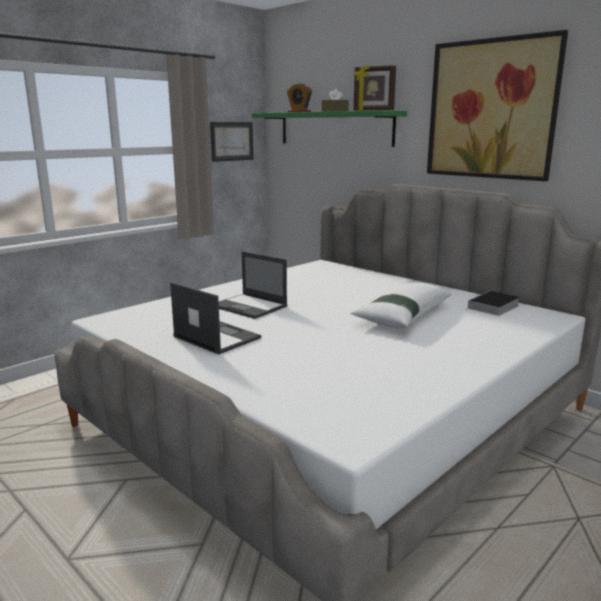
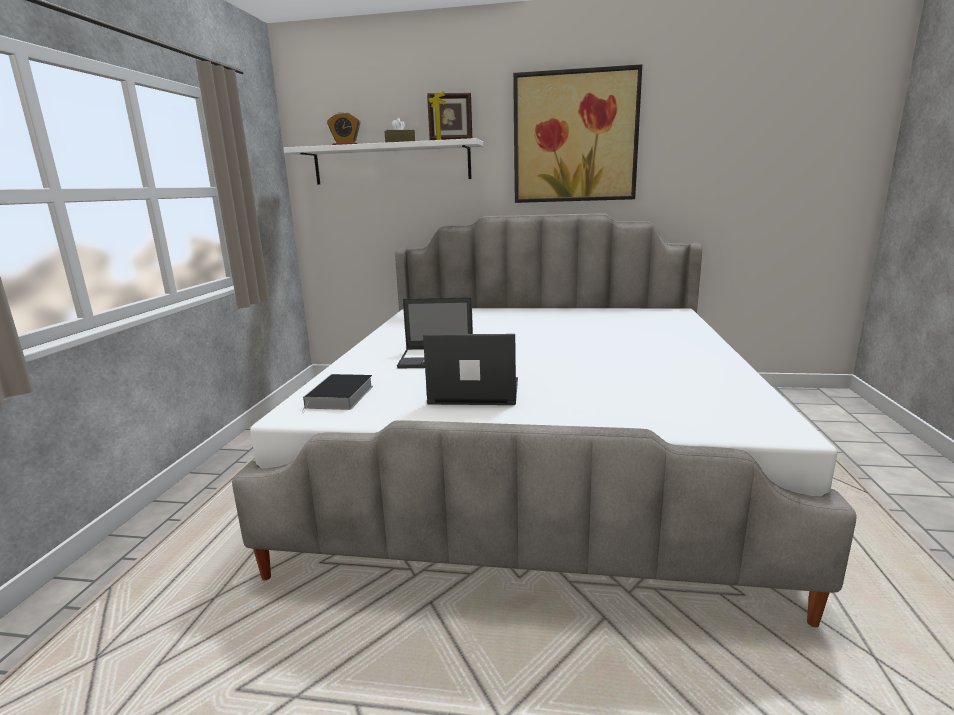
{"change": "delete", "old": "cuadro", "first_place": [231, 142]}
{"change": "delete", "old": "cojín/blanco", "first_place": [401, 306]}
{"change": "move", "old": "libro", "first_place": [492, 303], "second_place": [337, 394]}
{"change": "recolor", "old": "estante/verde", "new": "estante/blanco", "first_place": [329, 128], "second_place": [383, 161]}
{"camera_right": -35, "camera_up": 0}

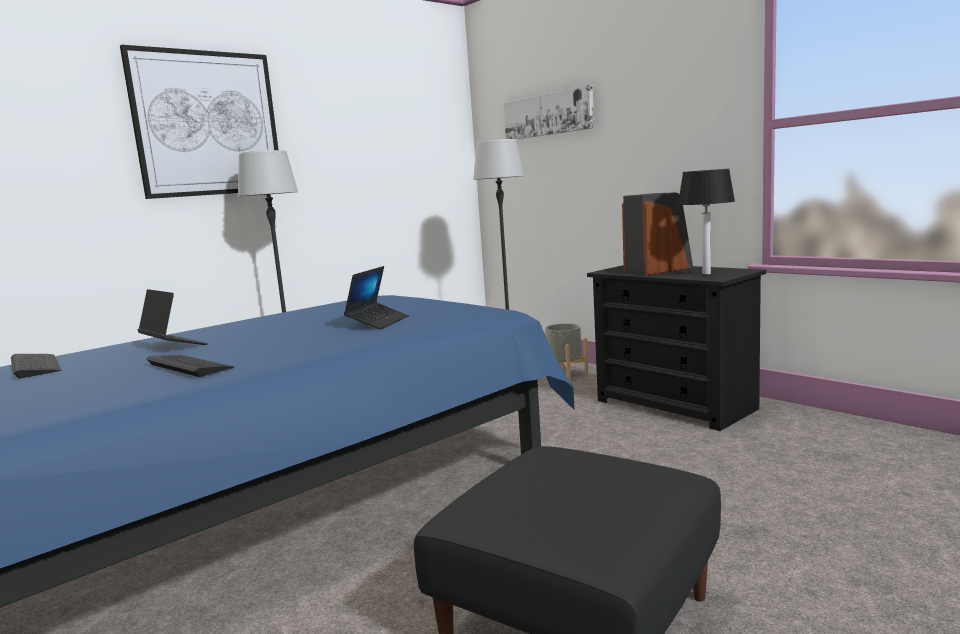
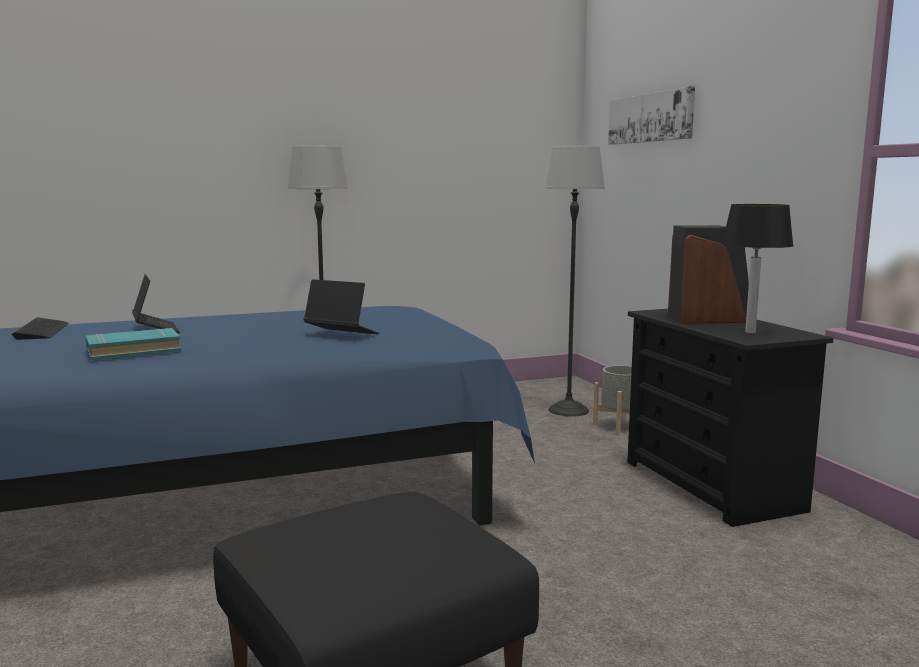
{"change": "delete", "old": "cuadro", "first_place": [199, 122]}
{"change": "replace", "old": "teclado", "new": "libro/turquesa", "first_place": [190, 366], "second_place": [133, 344]}
{"change": "rotate", "old": "portátil", "first_place": [376, 297], "second_place": [341, 306], "degrees": -105}
{"camera_right": 20, "camera_up": 0}

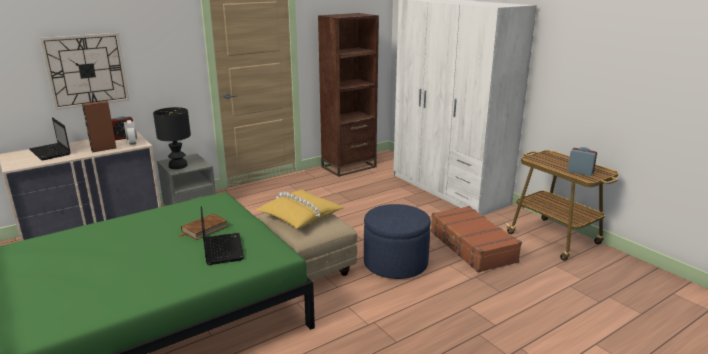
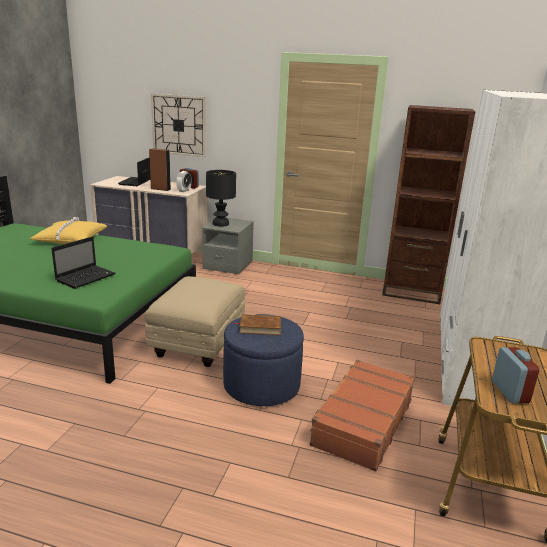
{"change": "move", "old": "libro/marrón", "first_place": [204, 227], "second_place": [257, 324]}
{"change": "move", "old": "cojín/amarillo", "first_place": [300, 209], "second_place": [68, 230]}
{"camera_right": 50, "camera_up": 0}

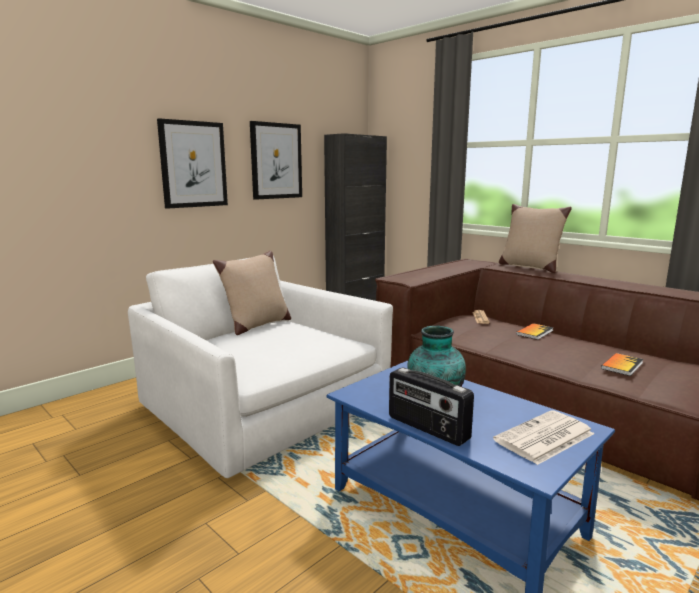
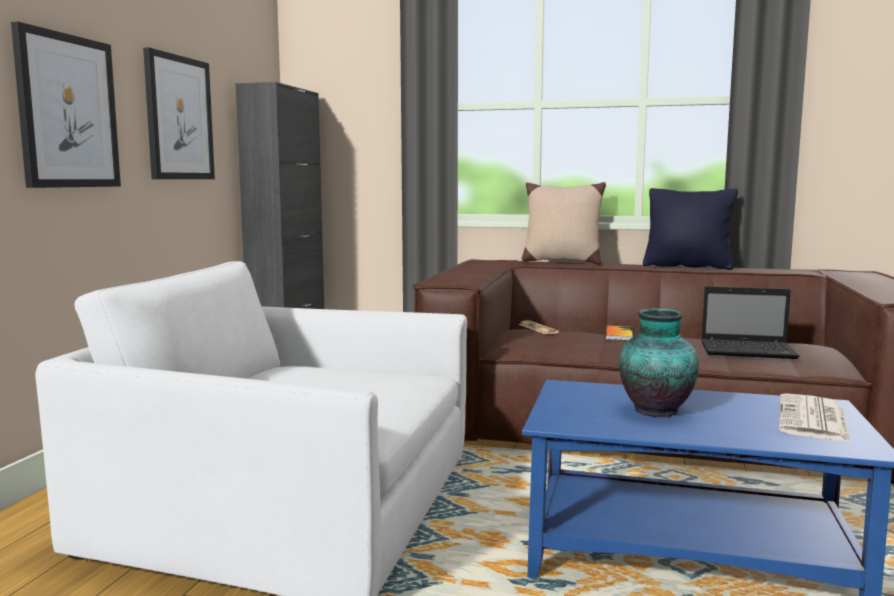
{"change": "delete", "old": "cojín/beis", "first_place": [252, 292]}
{"change": "delete", "old": "radio", "first_place": [431, 407]}
{"change": "insert", "new": "cojín/negro", "second_place": [690, 229]}
{"change": "replace", "old": "libro", "new": "portátil", "first_place": [622, 364], "second_place": [750, 323]}
{"camera_right": -30, "camera_up": -5}

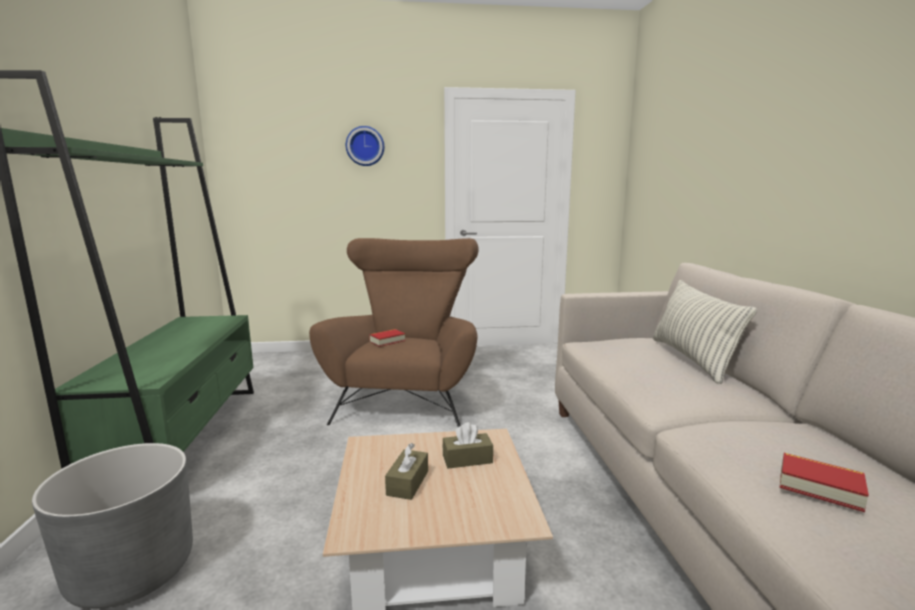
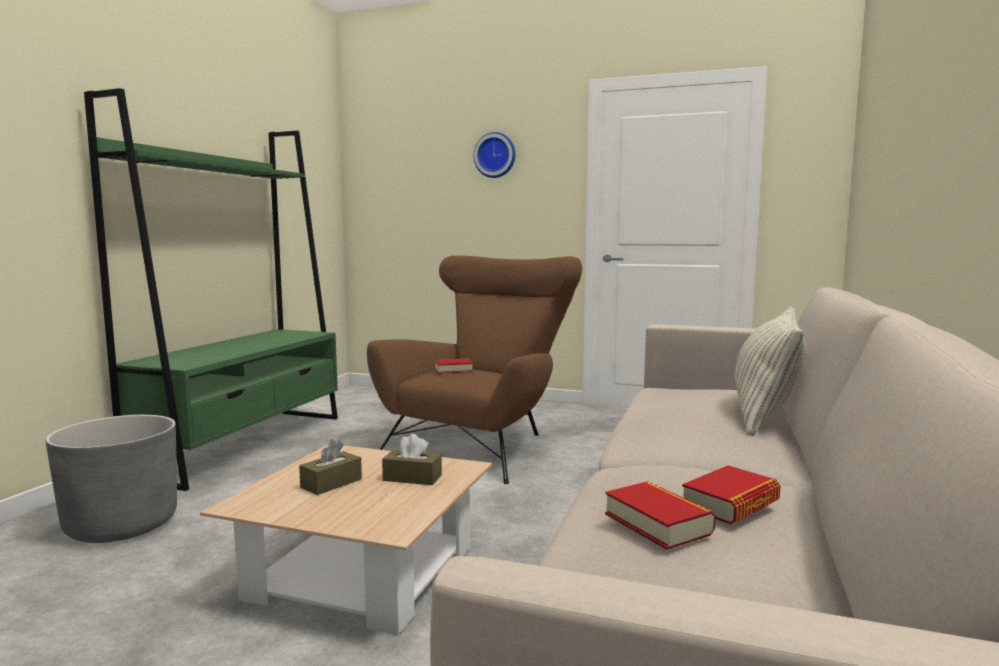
{"change": "insert", "new": "libro", "second_place": [731, 494]}
{"camera_right": 25, "camera_up": -5}

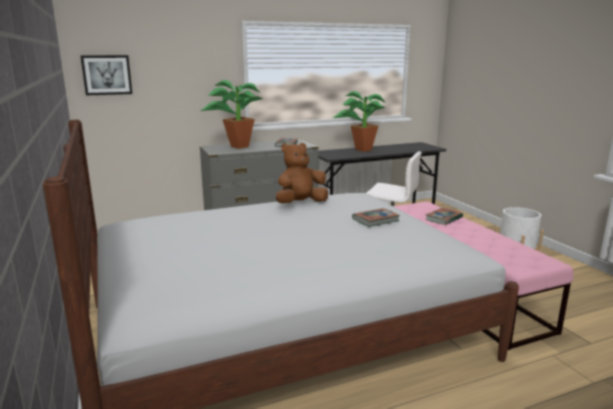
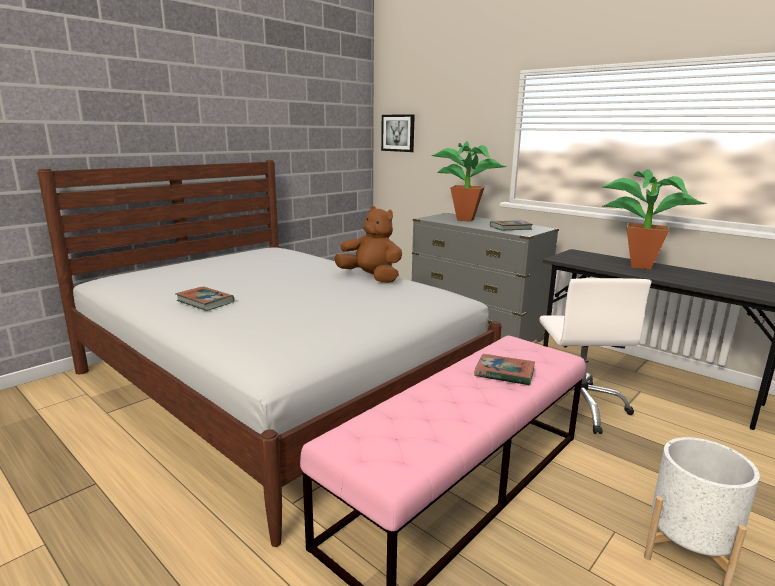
{"change": "move", "old": "libro", "first_place": [376, 217], "second_place": [205, 299]}
{"camera_right": 65, "camera_up": 0}

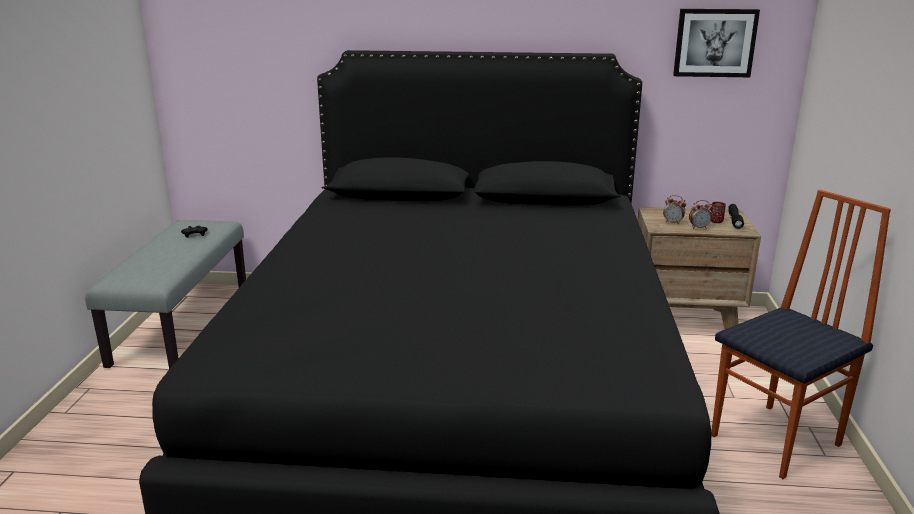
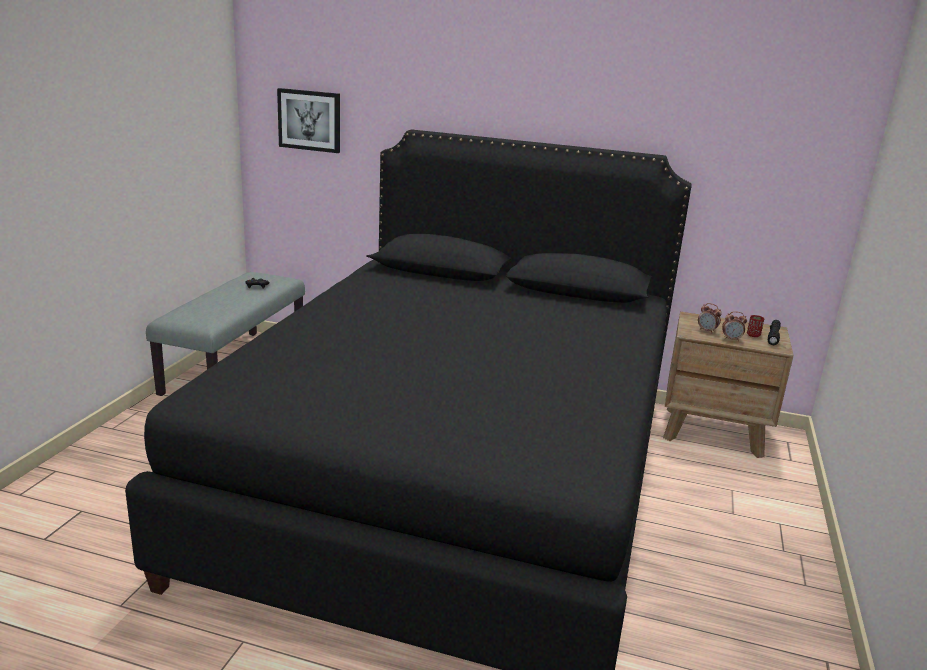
{"change": "delete", "old": "silla", "first_place": [801, 334]}
{"change": "move", "old": "cuadro", "first_place": [716, 43], "second_place": [308, 120]}
{"camera_right": 10, "camera_up": 0}

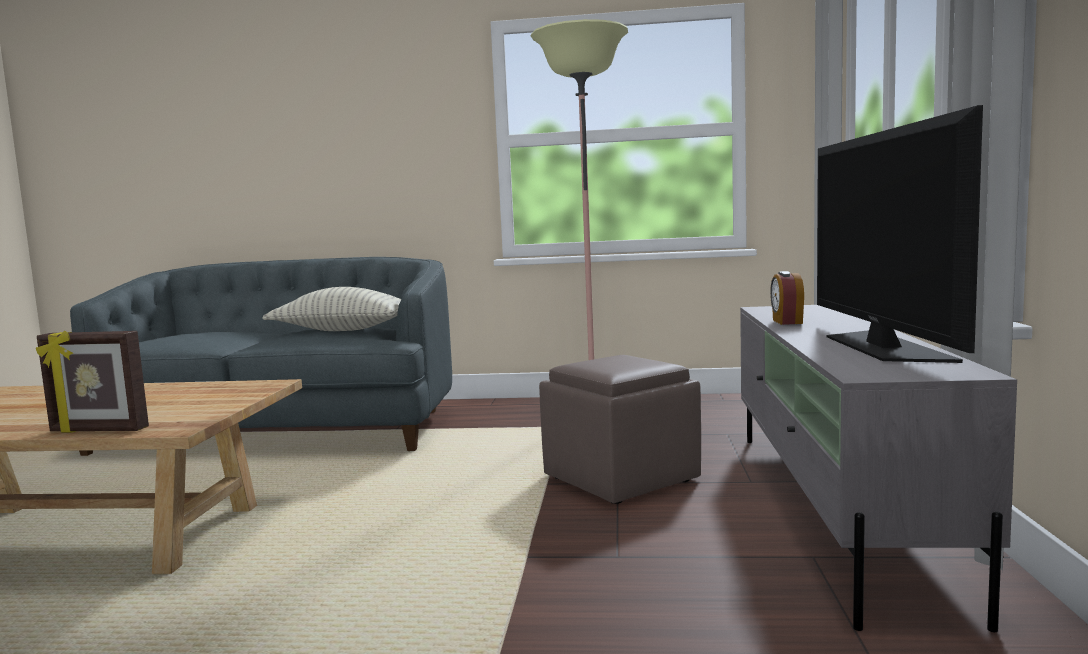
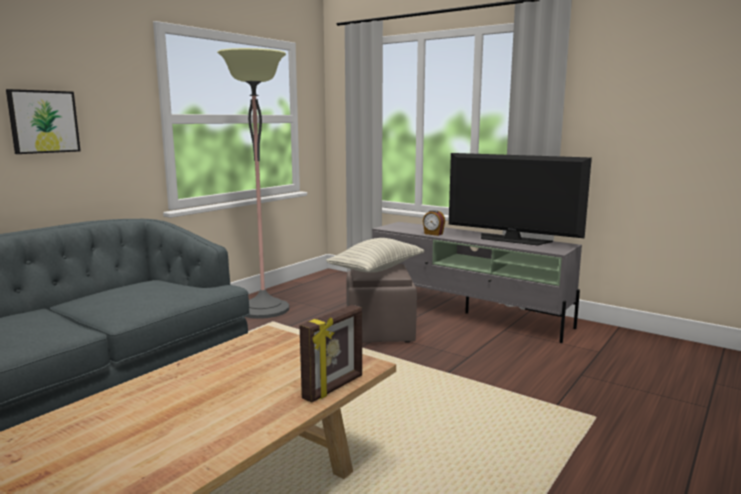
{"change": "insert", "new": "cuadro", "second_place": [43, 121]}
{"change": "move", "old": "cojín", "first_place": [331, 309], "second_place": [375, 255]}
{"camera_right": -60, "camera_up": 5}

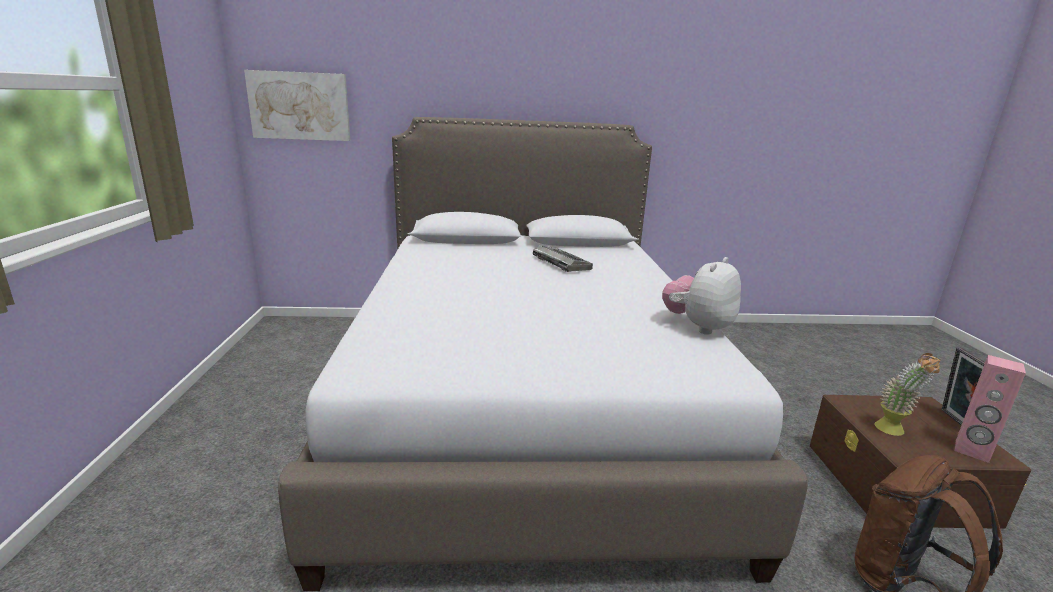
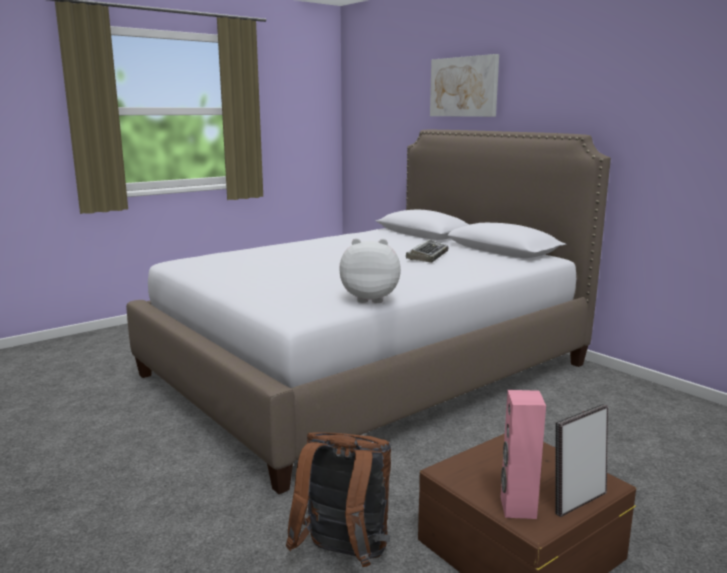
{"change": "delete", "old": "planta en maceta", "first_place": [908, 394]}
{"change": "move", "old": "cuadro", "first_place": [297, 105], "second_place": [464, 85]}
{"camera_right": 55, "camera_up": -5}

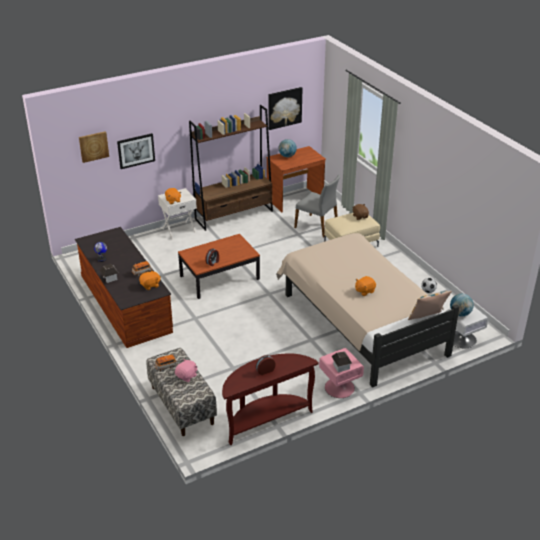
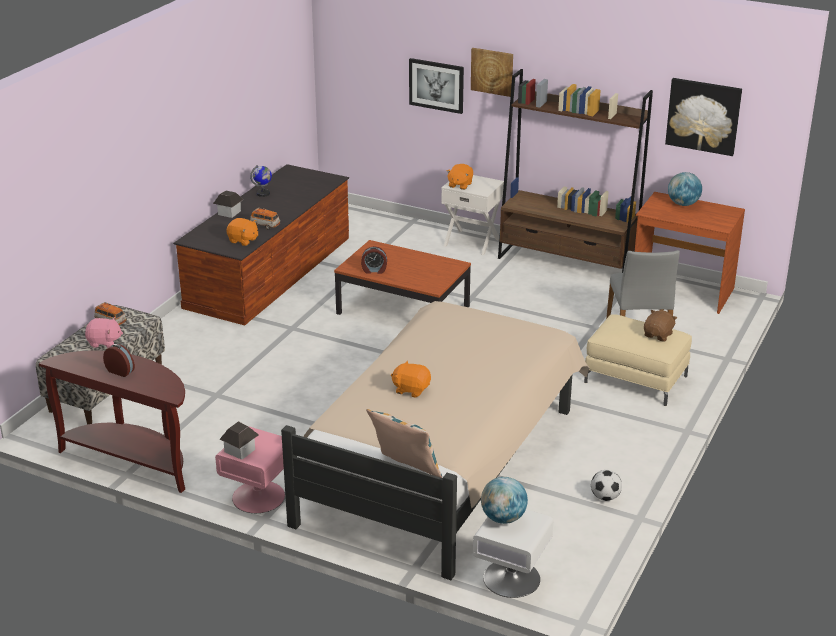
{"change": "move", "old": "cuadro", "first_place": [94, 147], "second_place": [492, 72]}
{"camera_right": 55, "camera_up": -5}

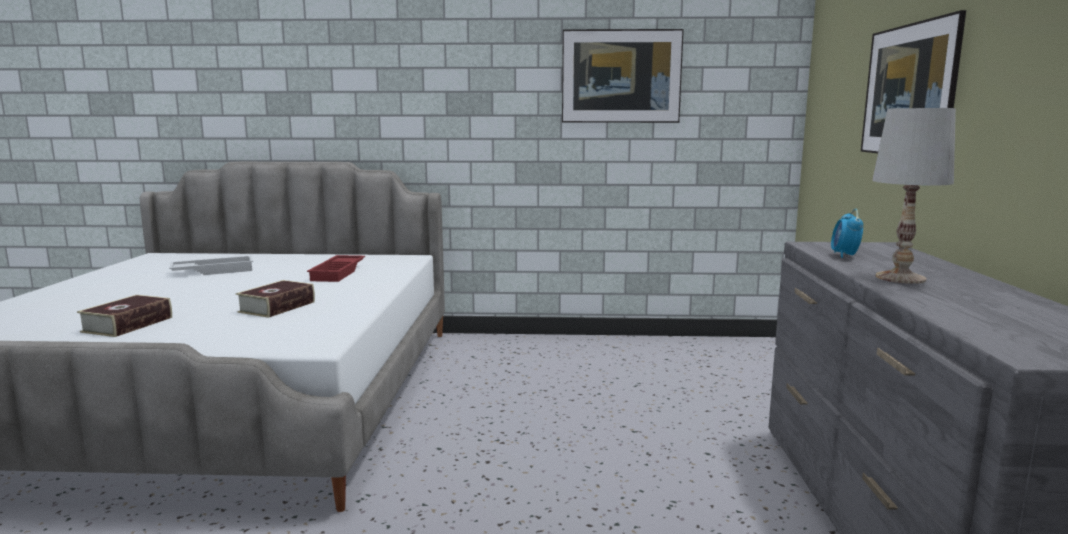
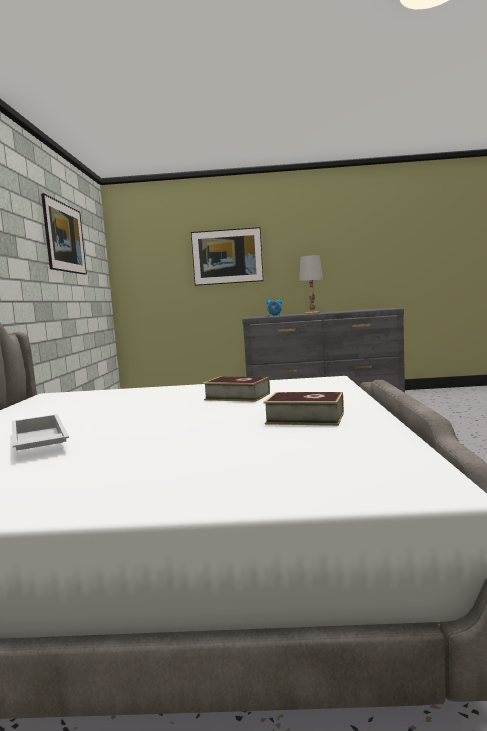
{"change": "delete", "old": "bandeja/rojo", "first_place": [336, 268]}
{"camera_right": -90, "camera_up": -5}

